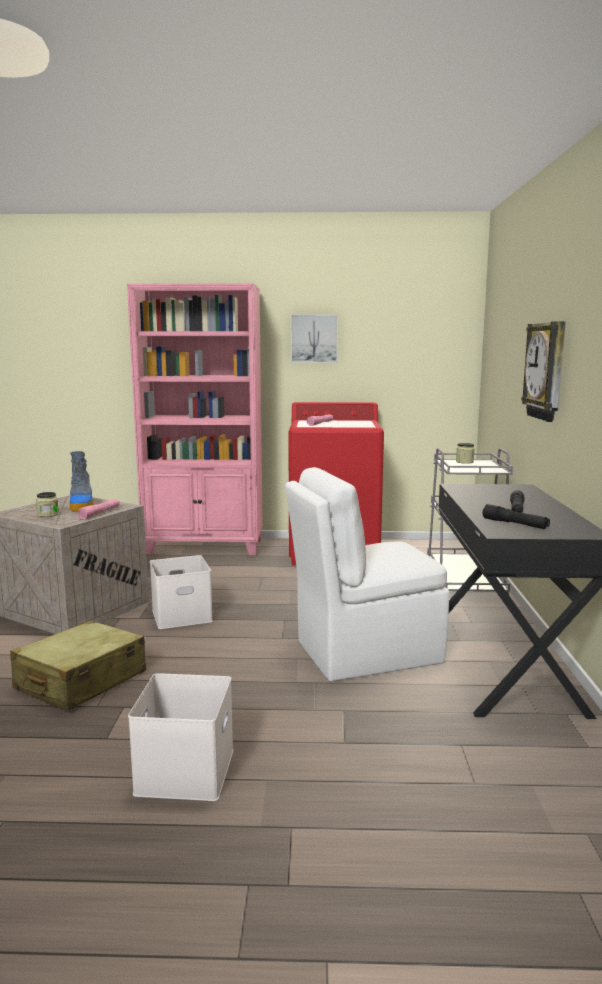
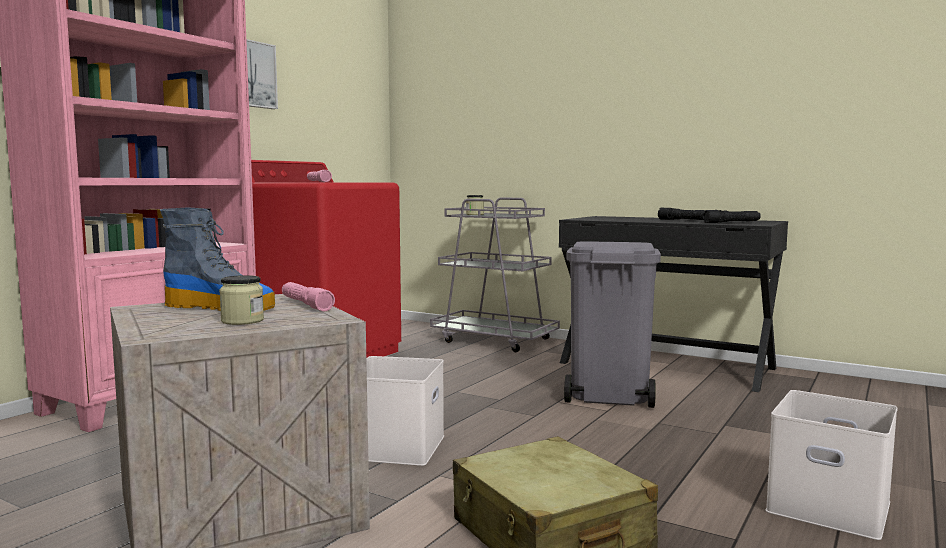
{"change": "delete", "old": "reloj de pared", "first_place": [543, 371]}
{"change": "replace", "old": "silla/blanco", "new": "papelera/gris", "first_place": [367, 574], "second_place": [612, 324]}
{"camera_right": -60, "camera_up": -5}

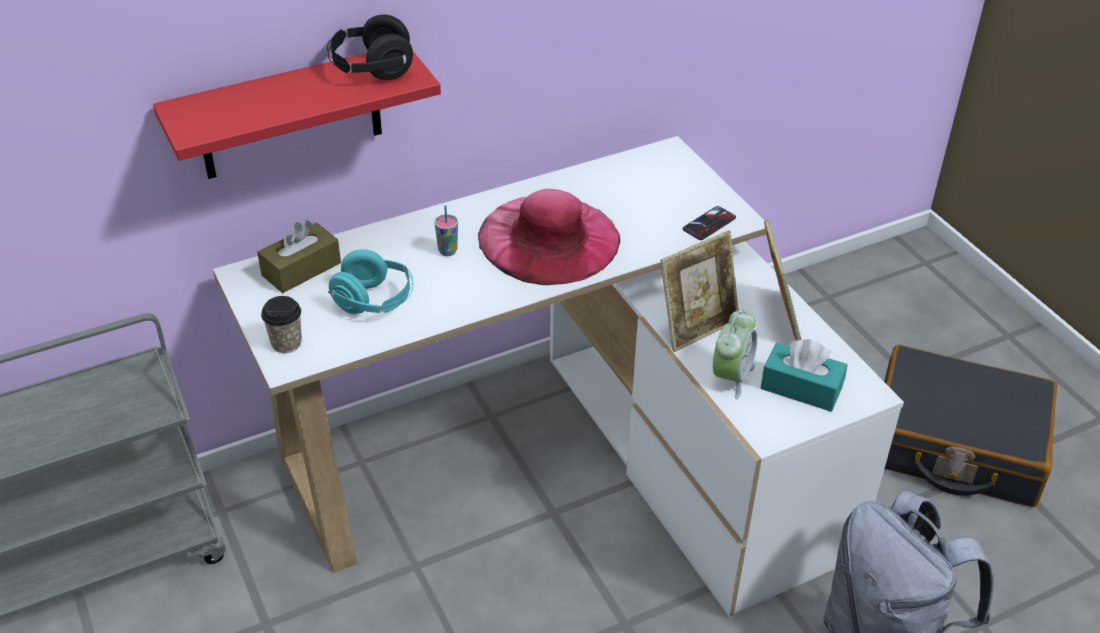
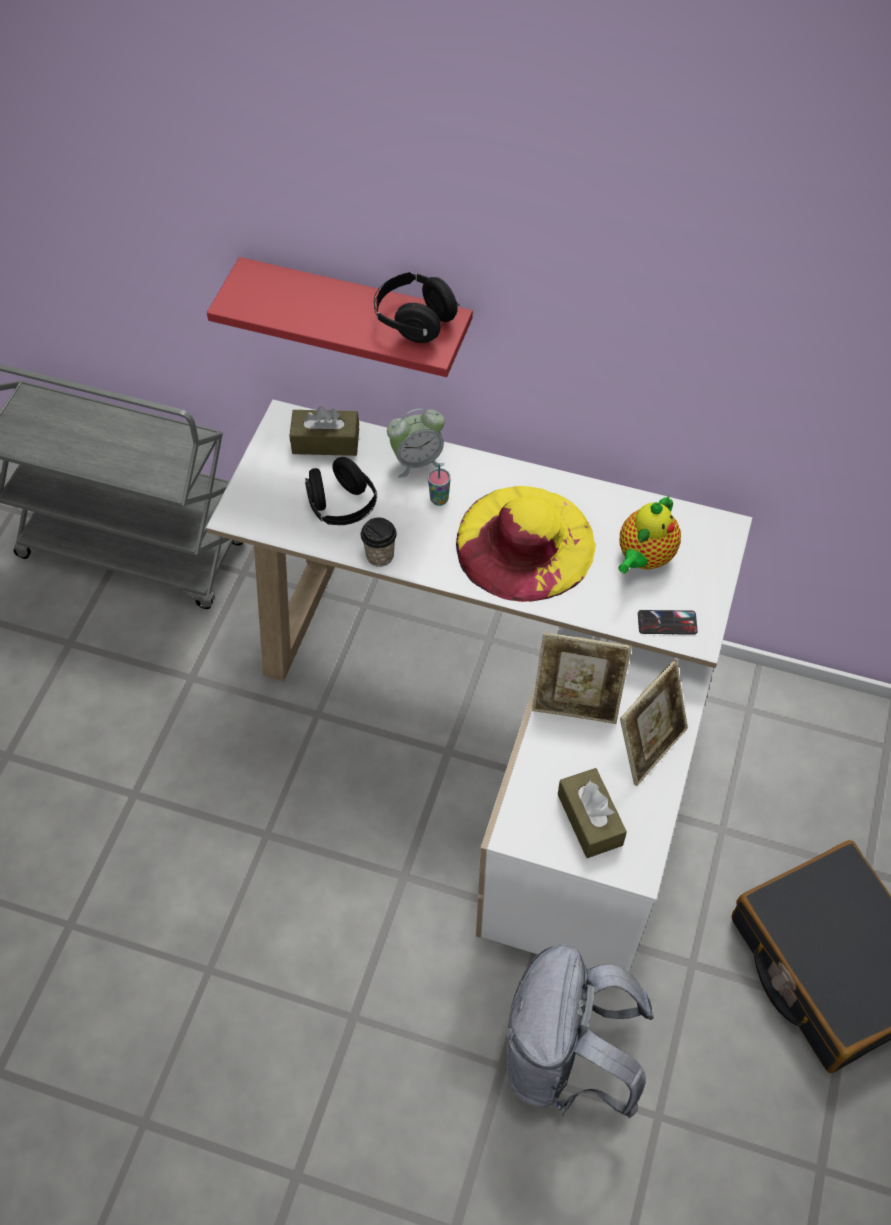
{"change": "insert", "new": "tetera", "second_place": [649, 534]}
{"change": "move", "old": "taza", "first_place": [281, 324], "second_place": [379, 542]}
{"change": "move", "old": "despertador", "first_place": [735, 354], "second_place": [416, 443]}
{"change": "recolor", "old": "auriculares/turquesa", "new": "auriculares/negro", "first_place": [370, 281], "second_place": [341, 491]}
{"change": "recolor", "old": "sombrero/rosa", "new": "sombrero/amarillo", "first_place": [549, 237], "second_place": [526, 544]}
{"change": "recolor", "old": "caja de pañuelos/turquesa", "new": "caja de pañuelos/marrón", "first_place": [804, 375], "second_place": [592, 813]}
{"camera_right": 45, "camera_up": 15}

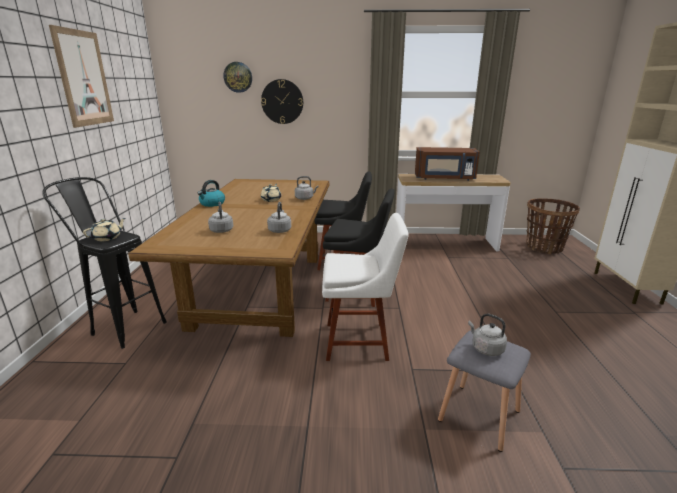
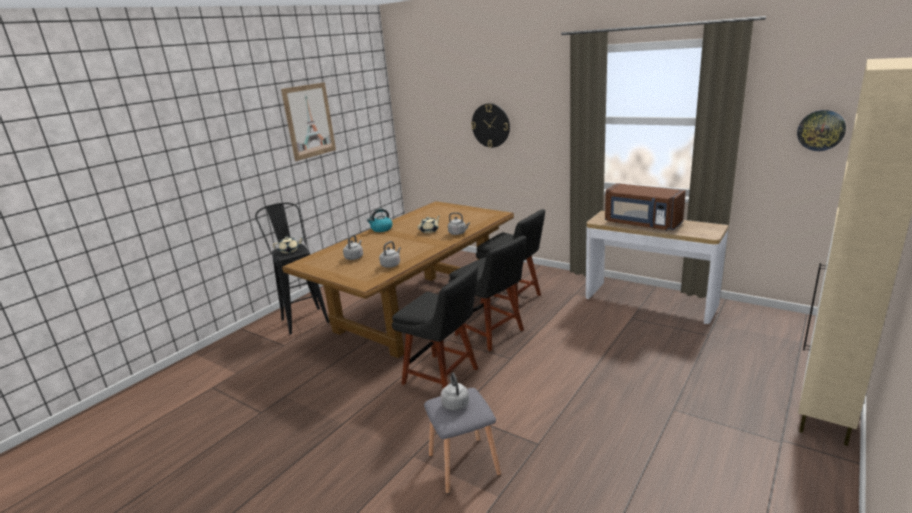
{"change": "delete", "old": "cesta", "first_place": [553, 226]}
{"change": "move", "old": "reloj de pared", "first_place": [237, 77], "second_place": [821, 130]}
{"change": "recolor", "old": "silla/blanco", "new": "silla/negro", "first_place": [365, 287], "second_place": [435, 327]}
{"camera_right": 35, "camera_up": 0}

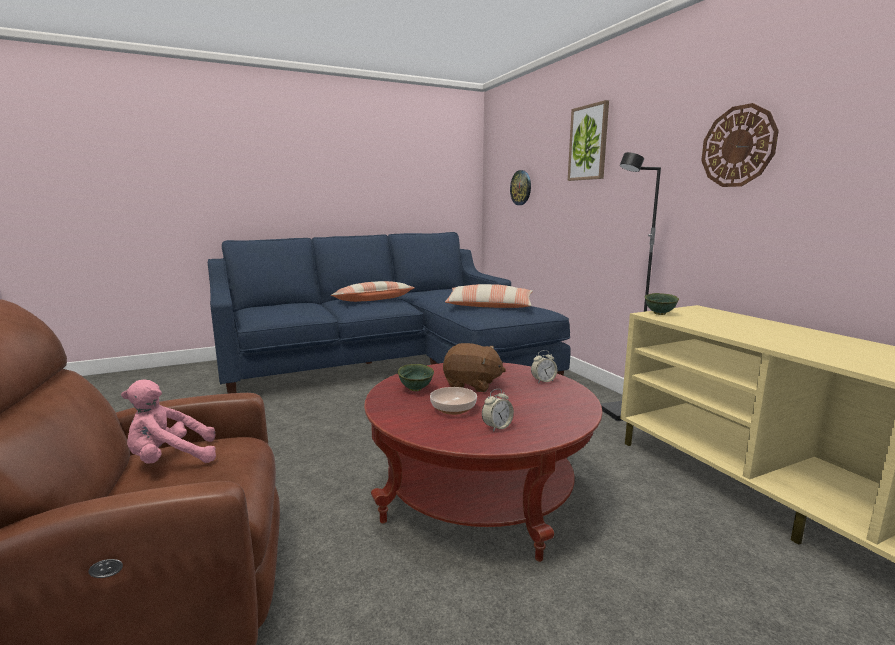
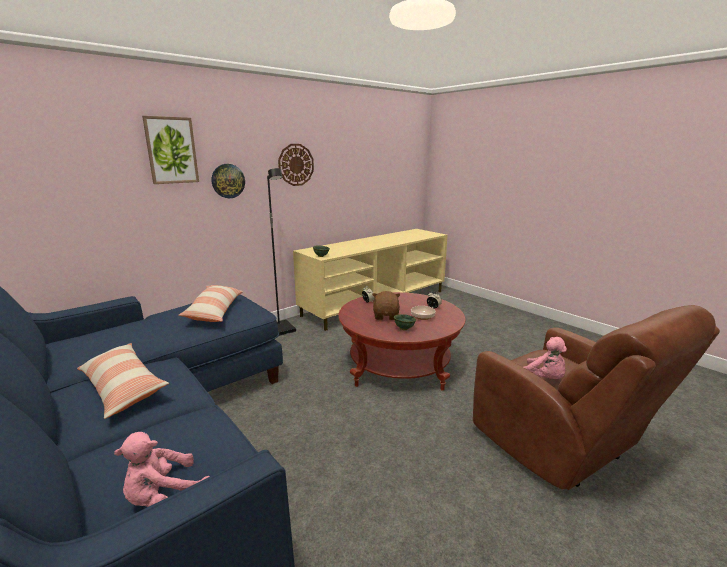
{"change": "insert", "new": "peluche/rosa", "second_place": [162, 469]}
{"change": "move", "old": "reloj de pared", "first_place": [520, 187], "second_place": [228, 181]}
{"camera_right": -105, "camera_up": 5}

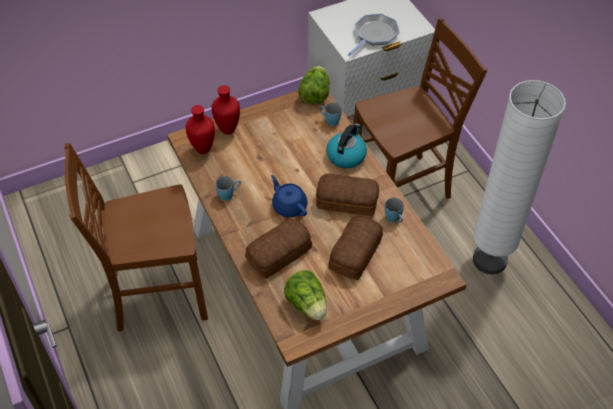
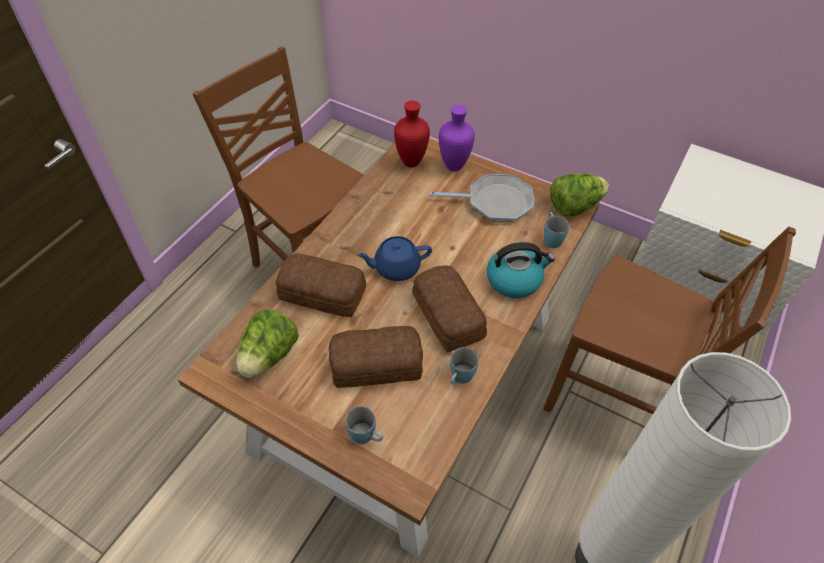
{"change": "move", "old": "taza grande/azul", "first_place": [228, 188], "second_place": [364, 425]}
{"change": "move", "old": "sartén", "first_place": [374, 35], "second_place": [482, 198]}
{"change": "recolor", "old": "florero/rojo", "new": "florero/morado", "first_place": [226, 110], "second_place": [457, 138]}
{"change": "rotate", "old": "tetera/azul", "first_place": [289, 196], "second_place": [394, 258], "degrees": -120}
{"camera_right": 55, "camera_up": 0}

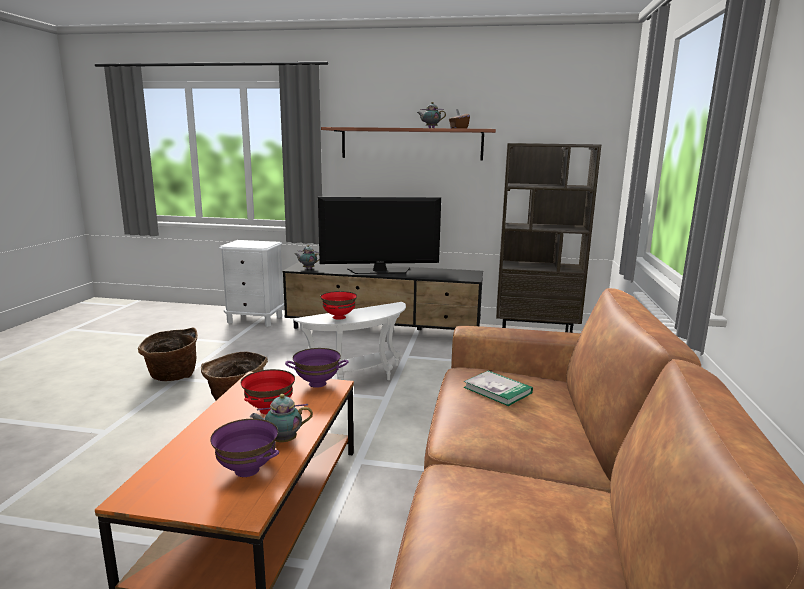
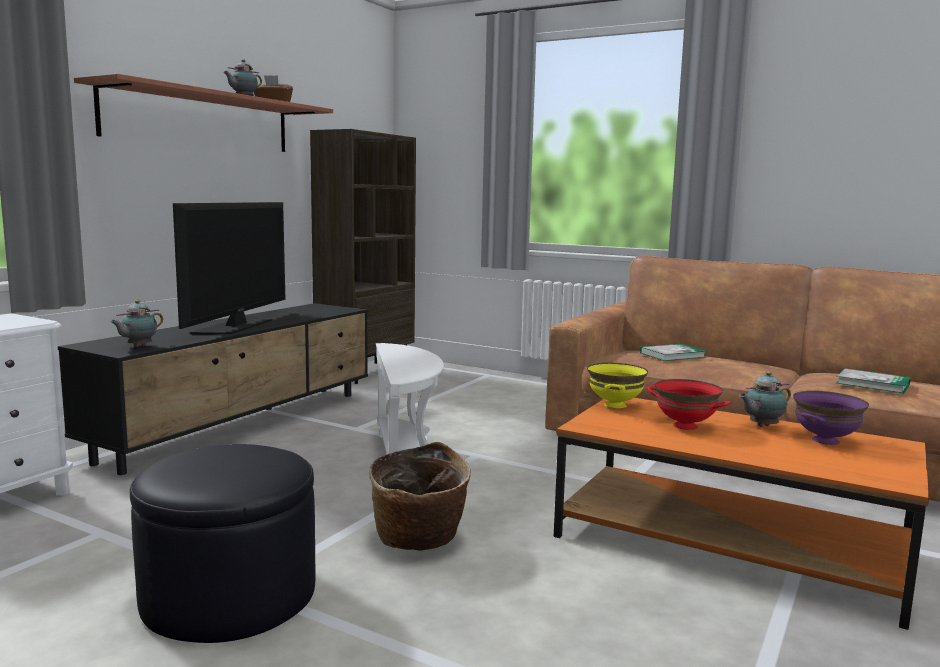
{"change": "delete", "old": "cuenco/rojo", "first_place": [339, 305]}
{"change": "insert", "new": "libro", "second_place": [873, 381]}
{"change": "replace", "old": "cesta", "new": "puf/negro", "first_place": [168, 354], "second_place": [223, 543]}
{"change": "recolor", "old": "cuenco/morado", "new": "cuenco/amarillo", "first_place": [316, 368], "second_place": [617, 385]}
{"change": "rotate", "old": "tetera", "first_place": [281, 418], "second_place": [765, 399], "degrees": 60}
{"camera_right": -70, "camera_up": -5}

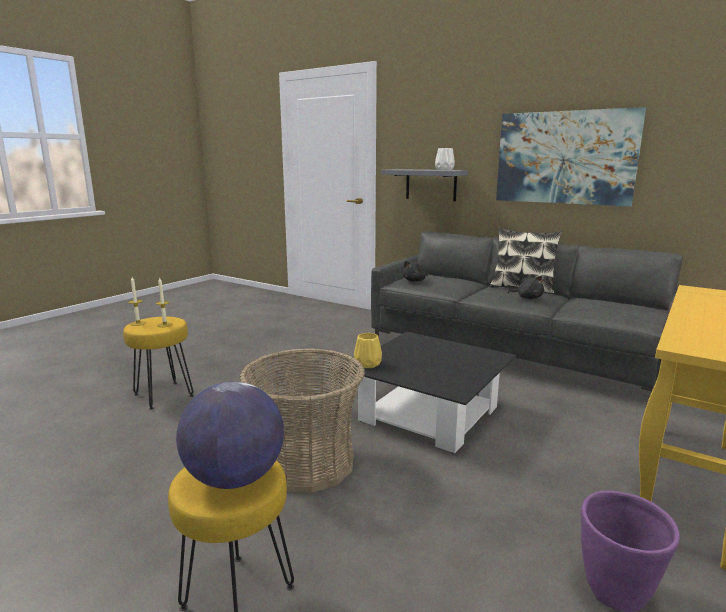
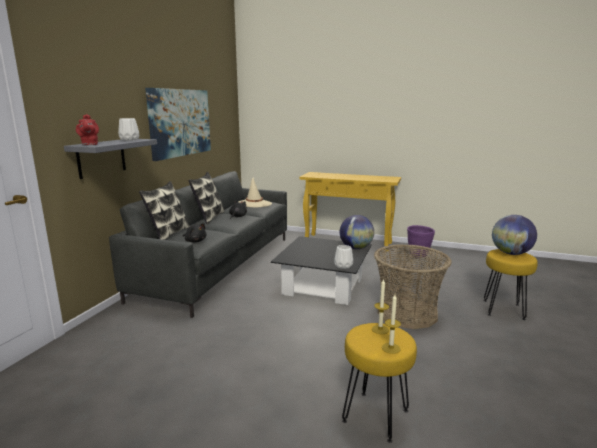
{"change": "insert", "new": "tetera/rojo", "second_place": [87, 129]}
{"change": "insert", "new": "cojín", "second_place": [164, 210]}
{"change": "insert", "new": "sombrero/beis", "second_place": [255, 192]}
{"change": "insert", "new": "globo terráqueo", "second_place": [357, 232]}
{"change": "recolor", "old": "florero/amarillo", "new": "florero/blanco", "first_place": [368, 350], "second_place": [343, 257]}
{"camera_right": -105, "camera_up": 0}

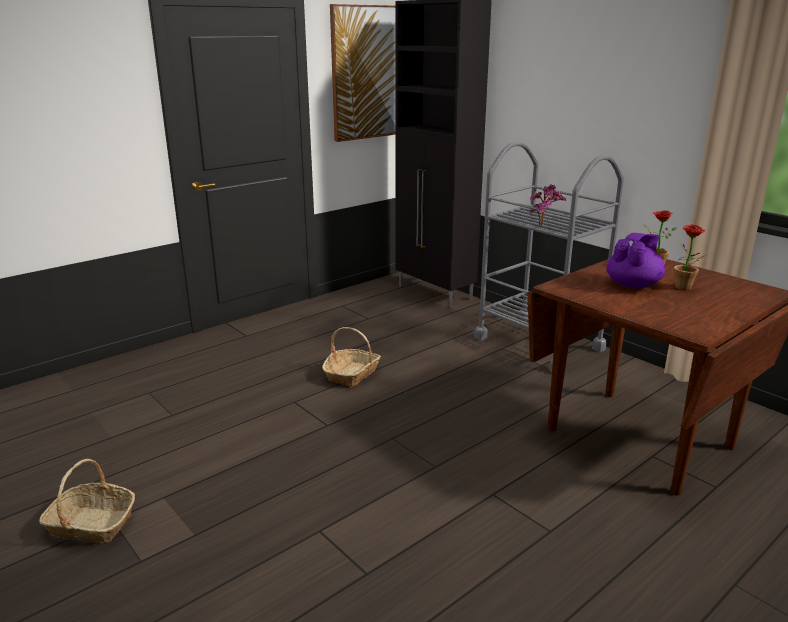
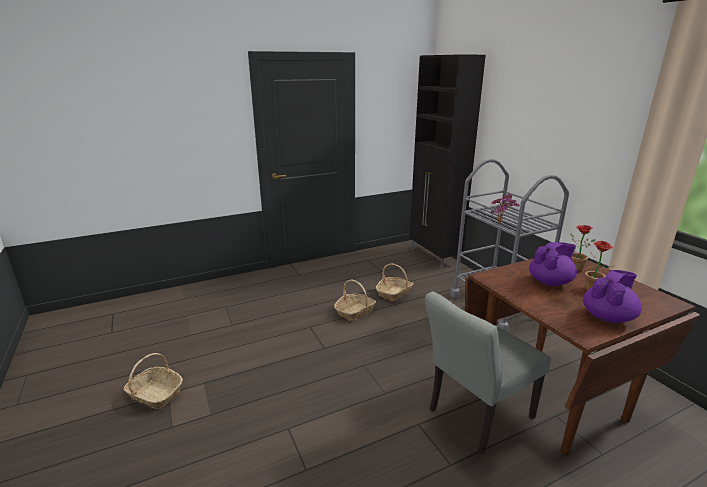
{"change": "delete", "old": "cuadro", "first_place": [363, 73]}
{"change": "insert", "new": "cesta", "second_place": [394, 282]}
{"change": "insert", "new": "silla/gris", "second_place": [488, 373]}
{"change": "insert", "new": "tetera/morado", "second_place": [612, 296]}
{"camera_right": 15, "camera_up": 0}

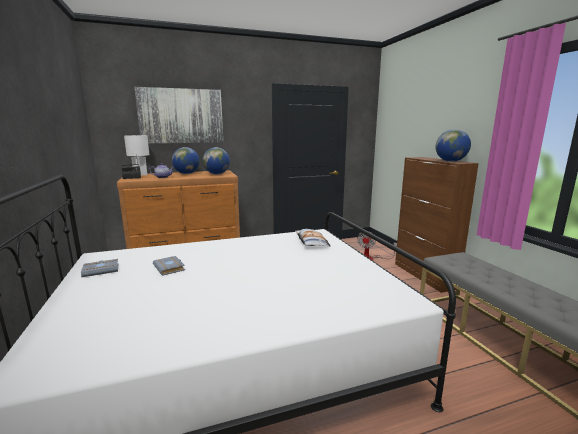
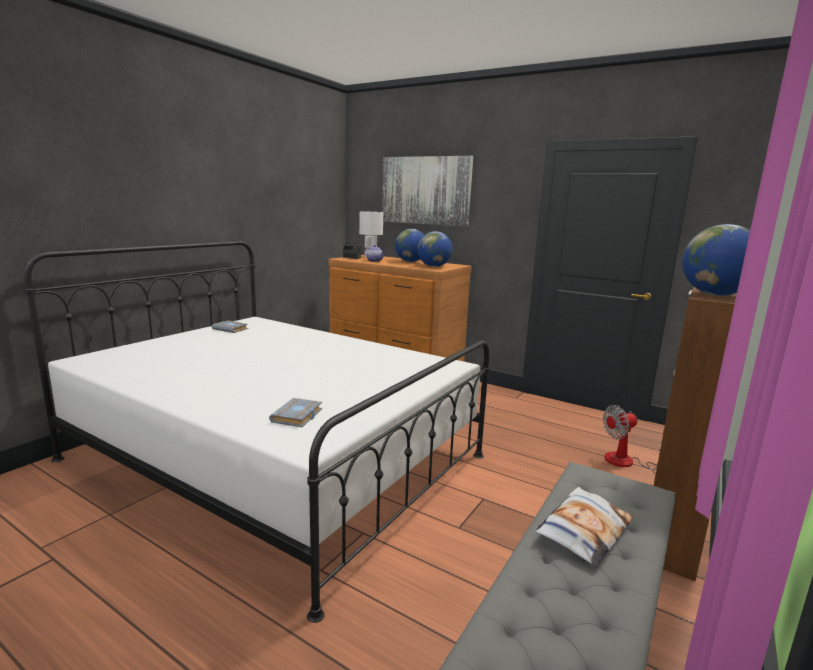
{"change": "move", "old": "libro/gris", "first_place": [169, 266], "second_place": [295, 412]}
{"change": "move", "old": "cojín", "first_place": [313, 237], "second_place": [584, 527]}
{"camera_right": 50, "camera_up": 0}

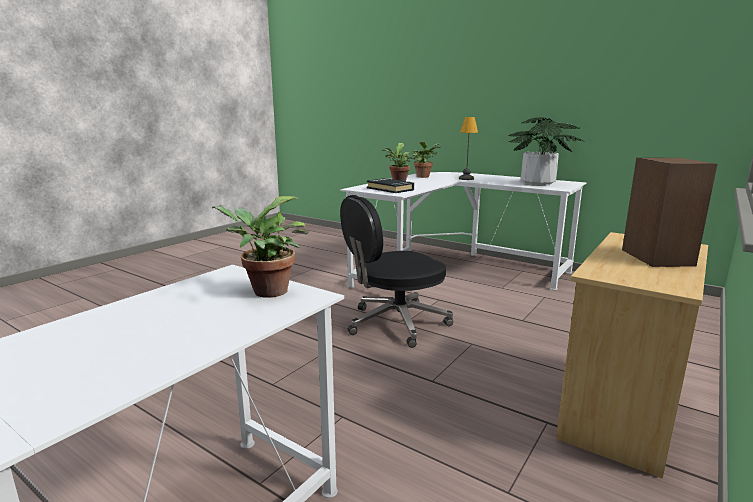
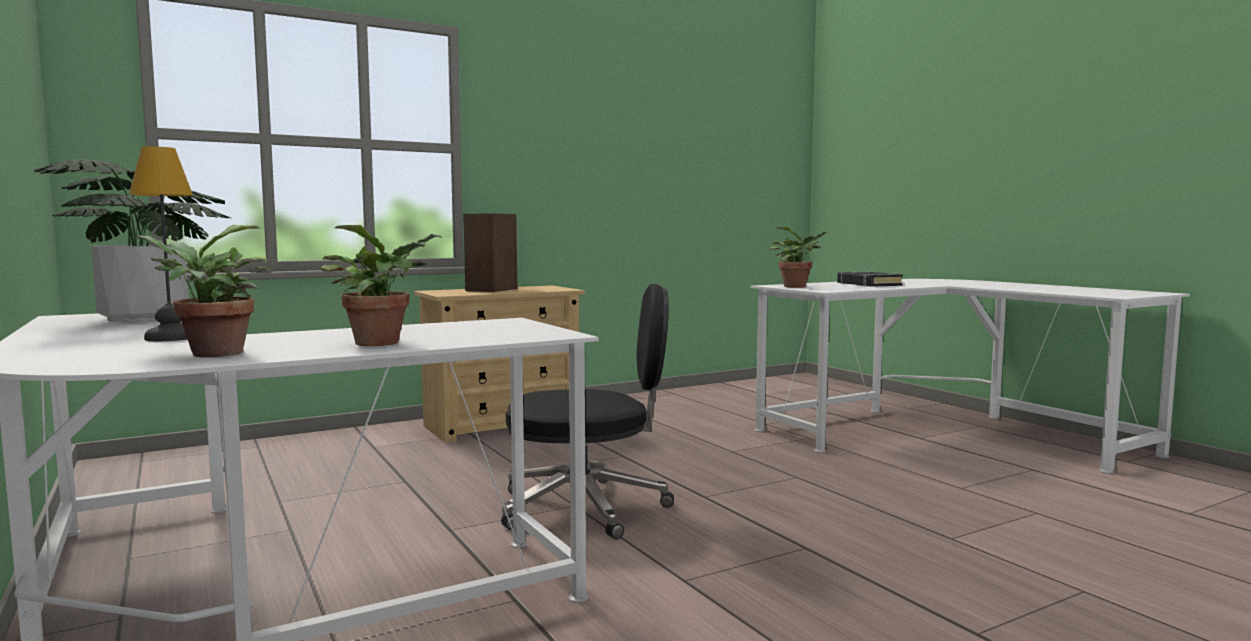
{"change": "move", "old": "libro/negro", "first_place": [390, 185], "second_place": [870, 279]}
{"camera_right": -155, "camera_up": -10}

